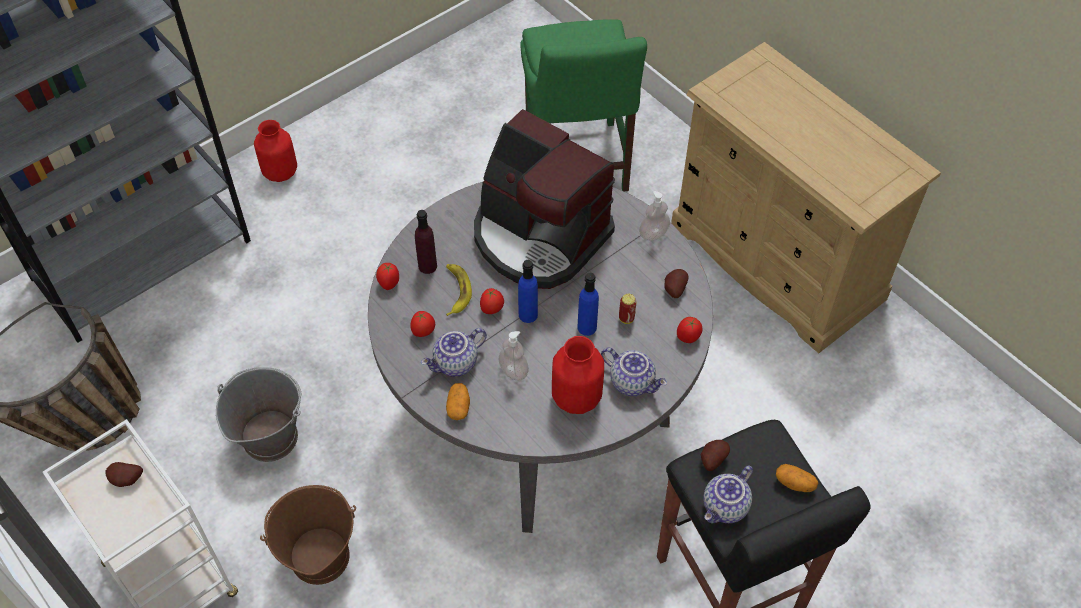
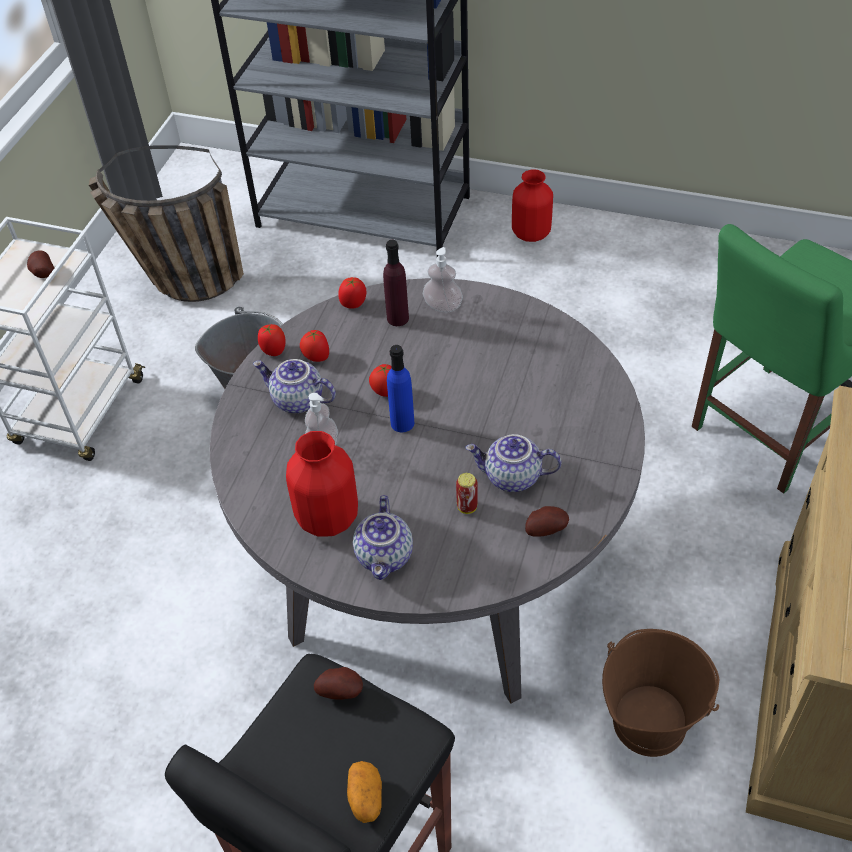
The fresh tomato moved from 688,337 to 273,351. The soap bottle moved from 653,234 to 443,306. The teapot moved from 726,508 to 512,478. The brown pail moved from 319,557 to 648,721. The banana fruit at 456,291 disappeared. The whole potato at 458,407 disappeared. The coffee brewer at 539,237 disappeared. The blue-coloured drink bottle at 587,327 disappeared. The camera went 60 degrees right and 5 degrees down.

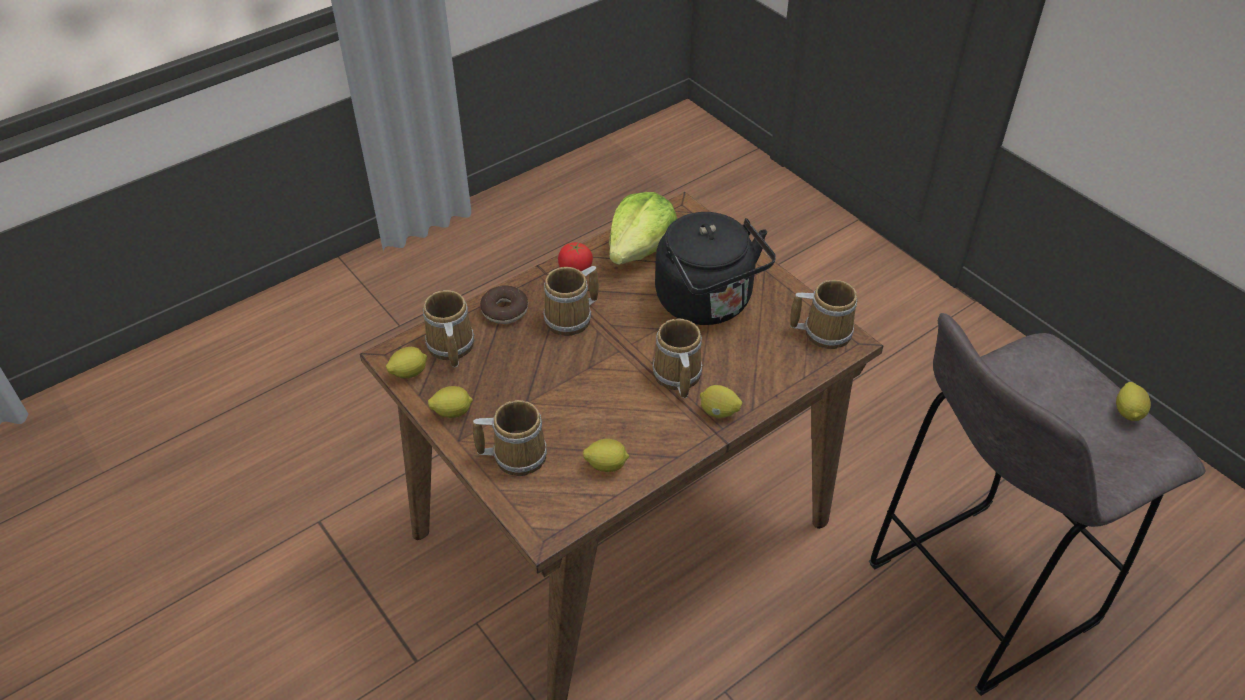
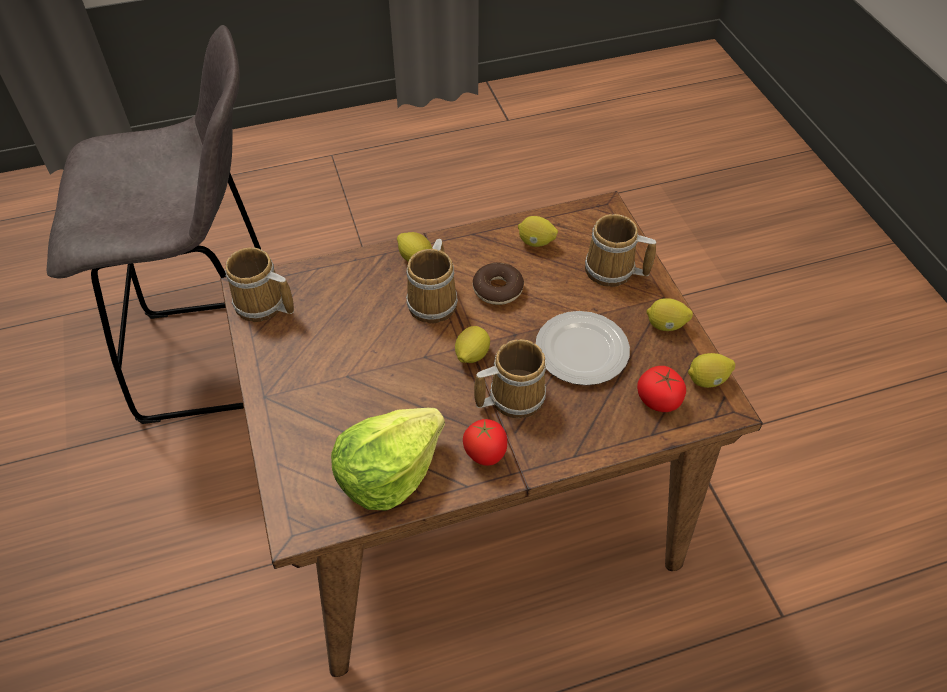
The lemon moved from 1128,412 to 471,355. The donut moved from 504,310 to 497,289. The flat dish at 582,350 appeared. The coffee mug at 449,346 was replaced by the fresh tomato at 658,400. The blackish kettle at 708,303 disappeared. The camera went 160 degrees left and 5 degrees up.

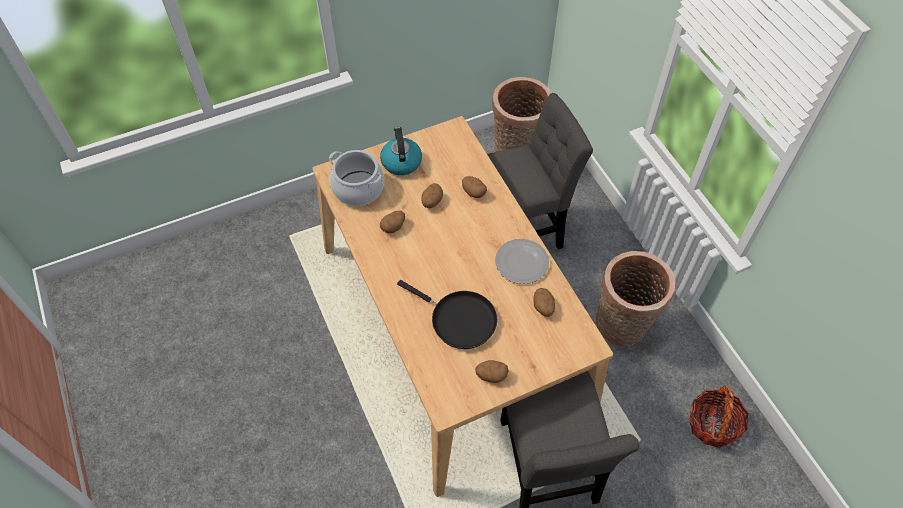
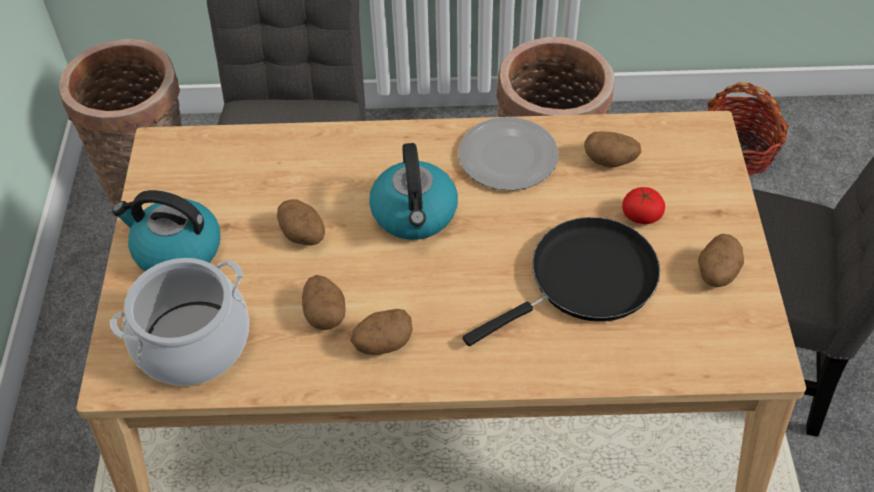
The whole potato moved from 473,192 to 382,343. The kettle at 415,214 appeared. The fresh tomato at 641,215 appeared. The camera went 65 degrees left and 5 degrees down.

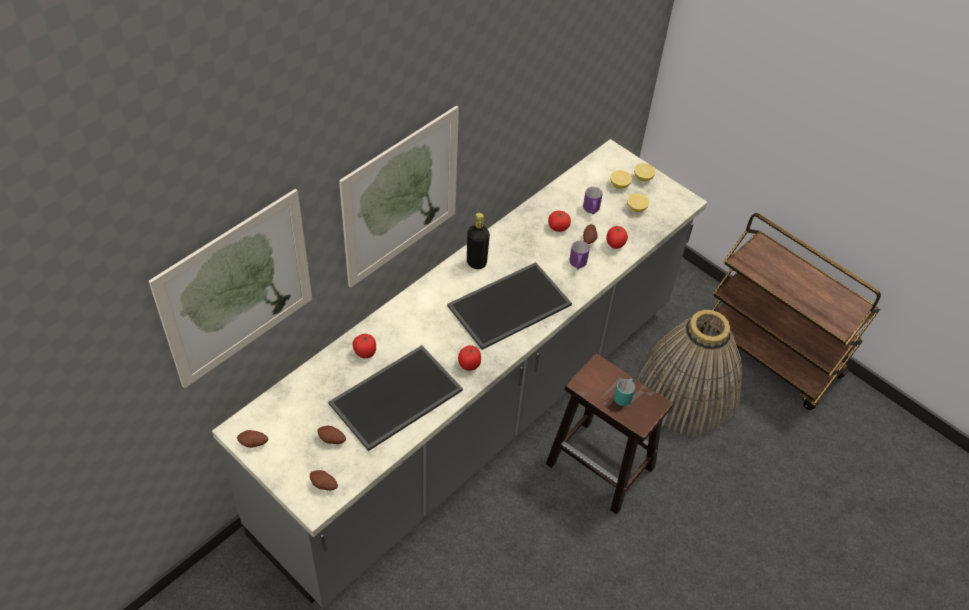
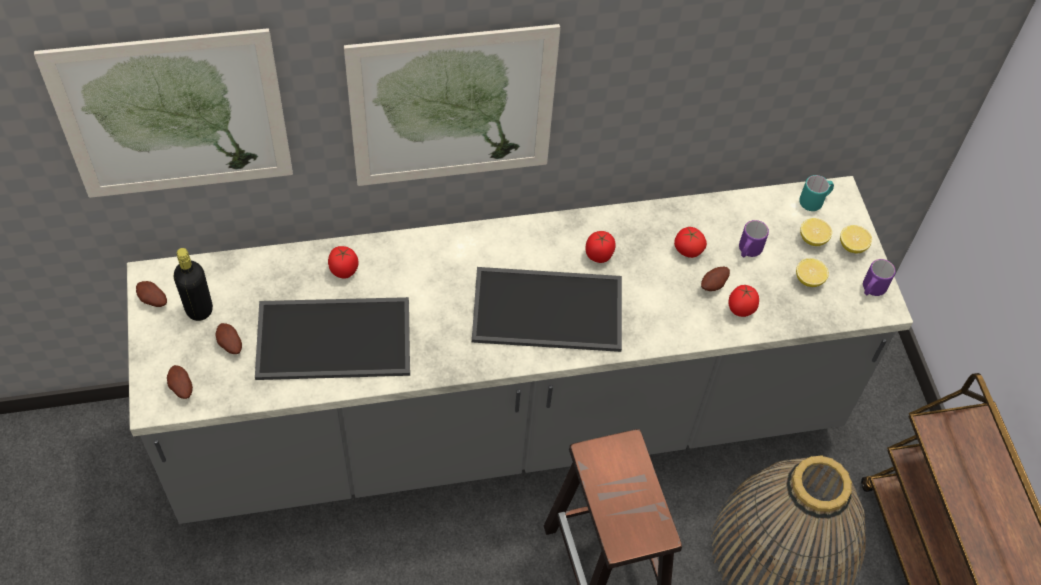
The blackish drink bottle moved from 476,262 to 199,309. The fresh tomato moved from 469,364 to 599,255. The turquoise coffee mug moved from 624,396 to 814,201. The purple-coloured coffee mug moved from 577,264 to 871,290. The camera went 35 degrees right and 5 degrees up.

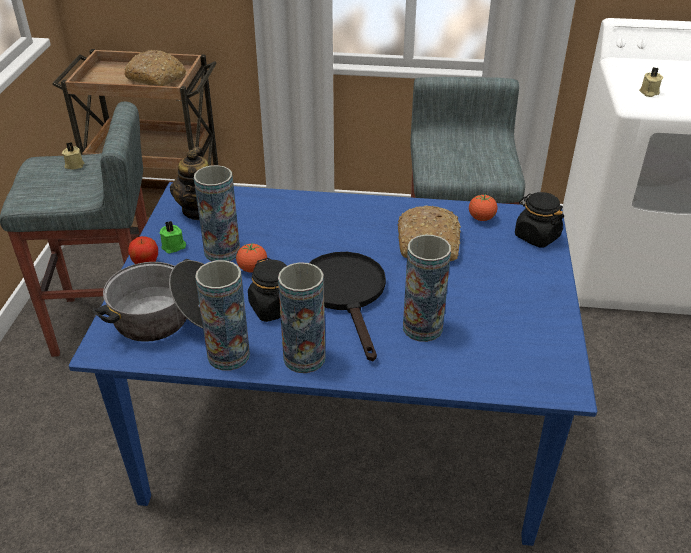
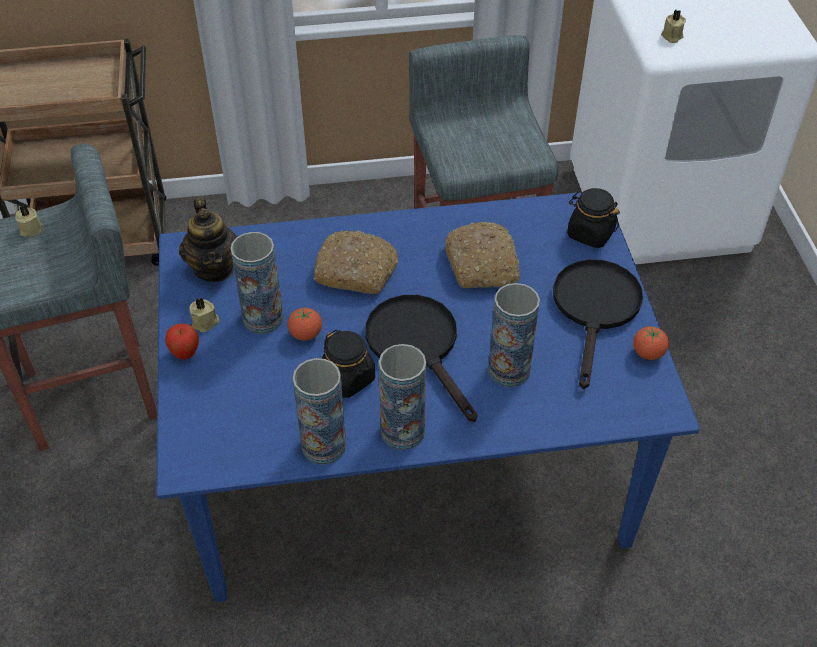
The greenish wax light at 174,247 became the sand-coloured wax light at 205,322. The bakery bread moved from 156,77 to 357,270. The blackish skillet at 595,310 appeared. The fresh tomato moved from 481,218 to 648,353. The saucepot at 171,319 disappeared. The camera went 15 degrees left and 10 degrees up.

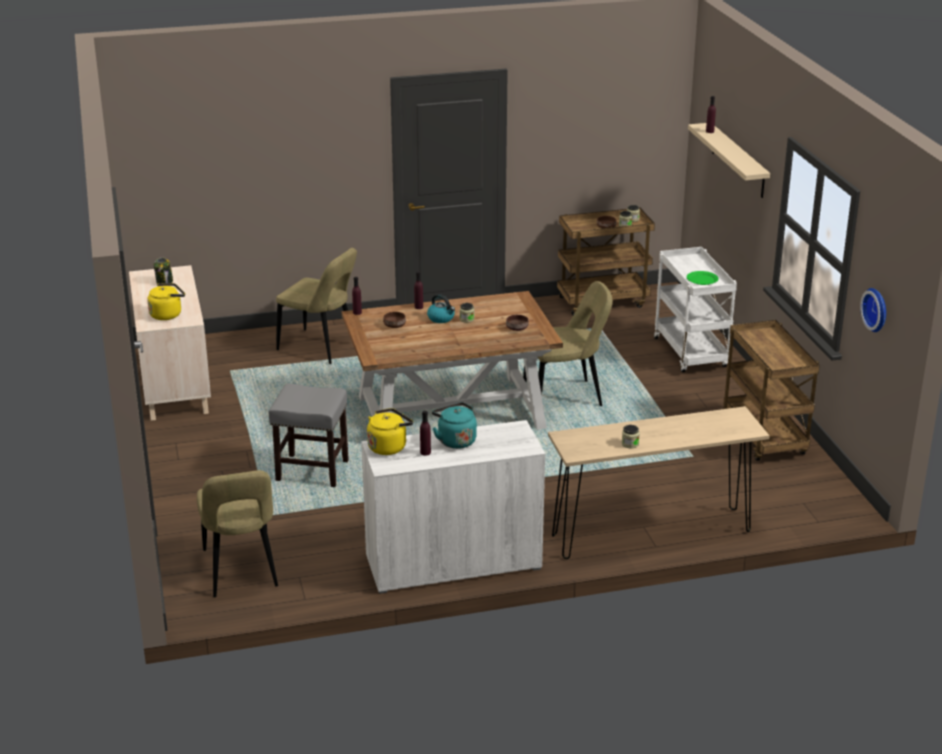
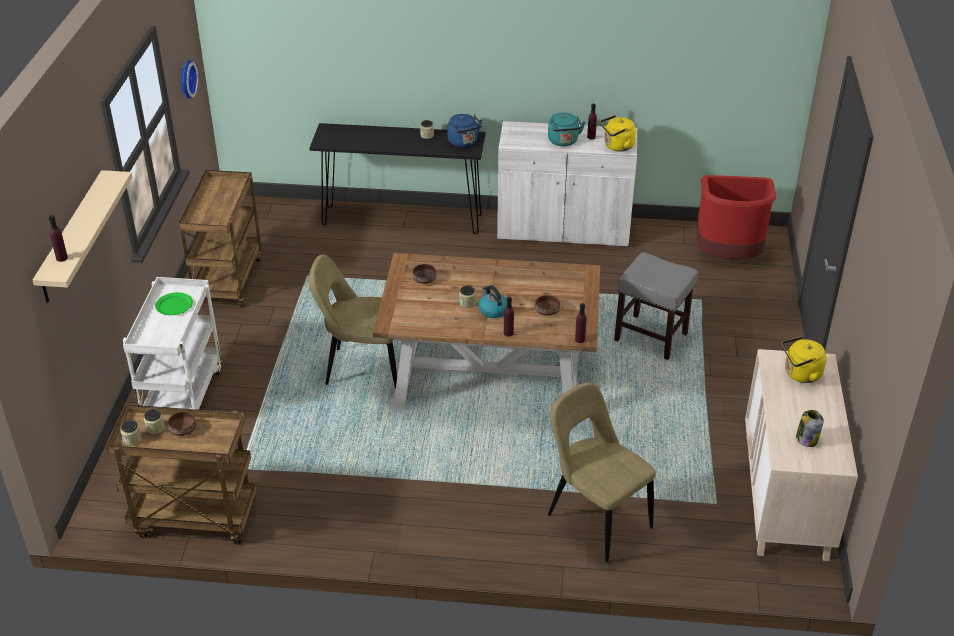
The sand-coloured console table at 651,534 became the blackish console table at 401,220. The blue-coloured kettle at 464,142 appeared. The sand-coloured plain chair at 241,571 was replaced by the red-coloured trash can at 728,256. The camera went 160 degrees left and 10 degrees up.

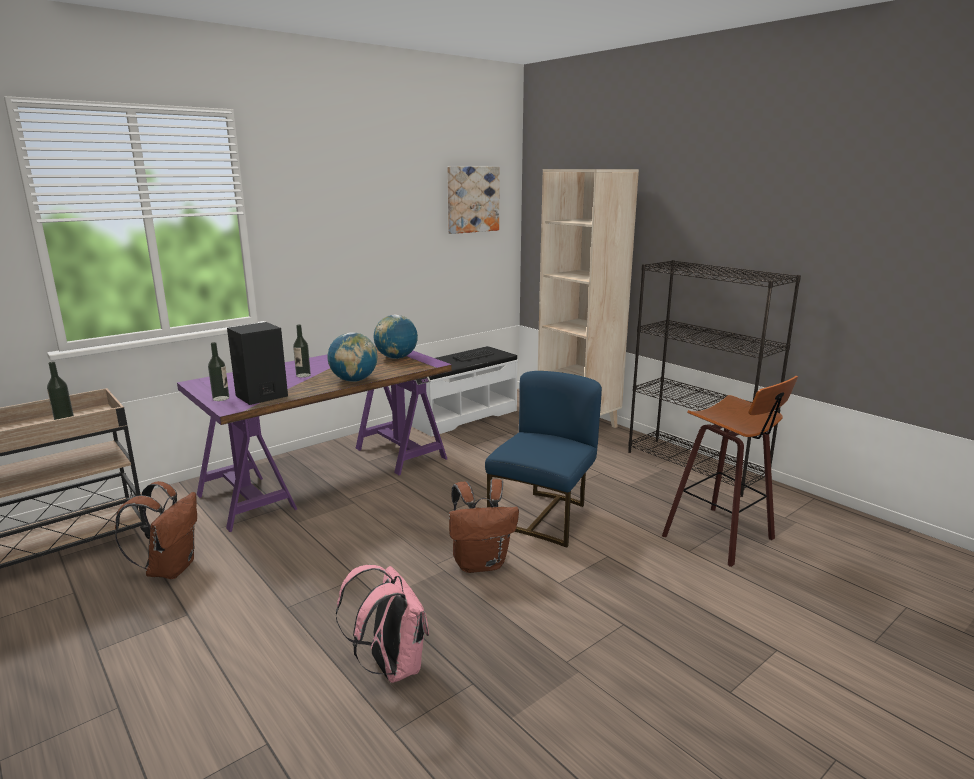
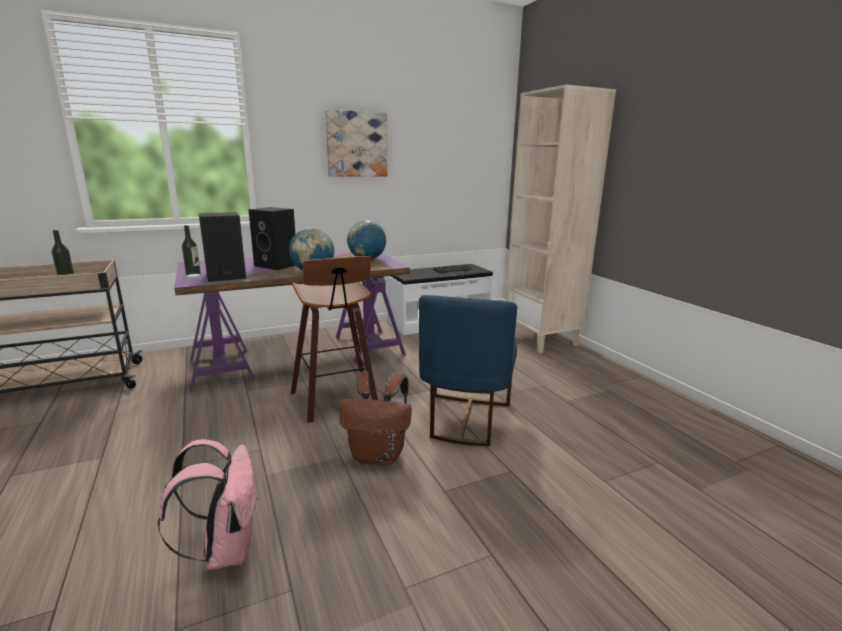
The drink bottle at 303,375 was replaced by the blackish speaker at 277,265. The stool seat moved from 723,537 to 337,401. The picture moved from 472,199 to 356,144. The blue-coloured plain chair at 543,516 turned 150 degrees clockwise. The brown backpack at 170,568 disappeared. The blackish bookshelf at 696,466 disappeared. The camera went 15 degrees right and 0 degrees up.

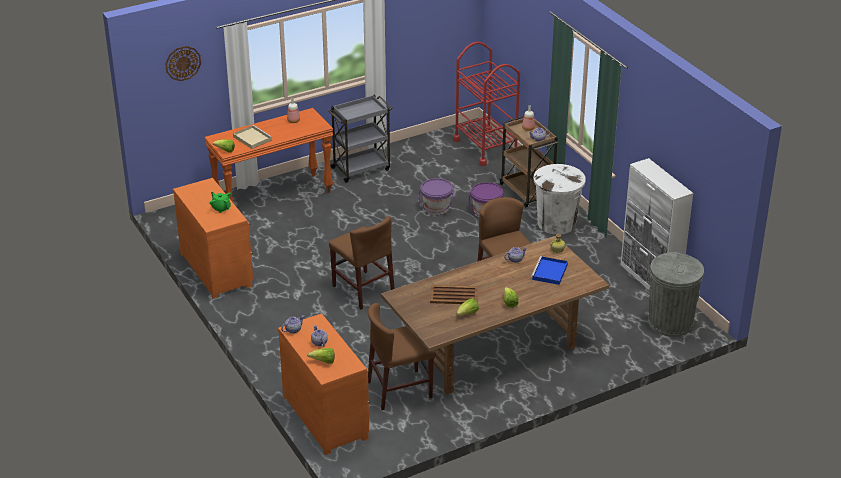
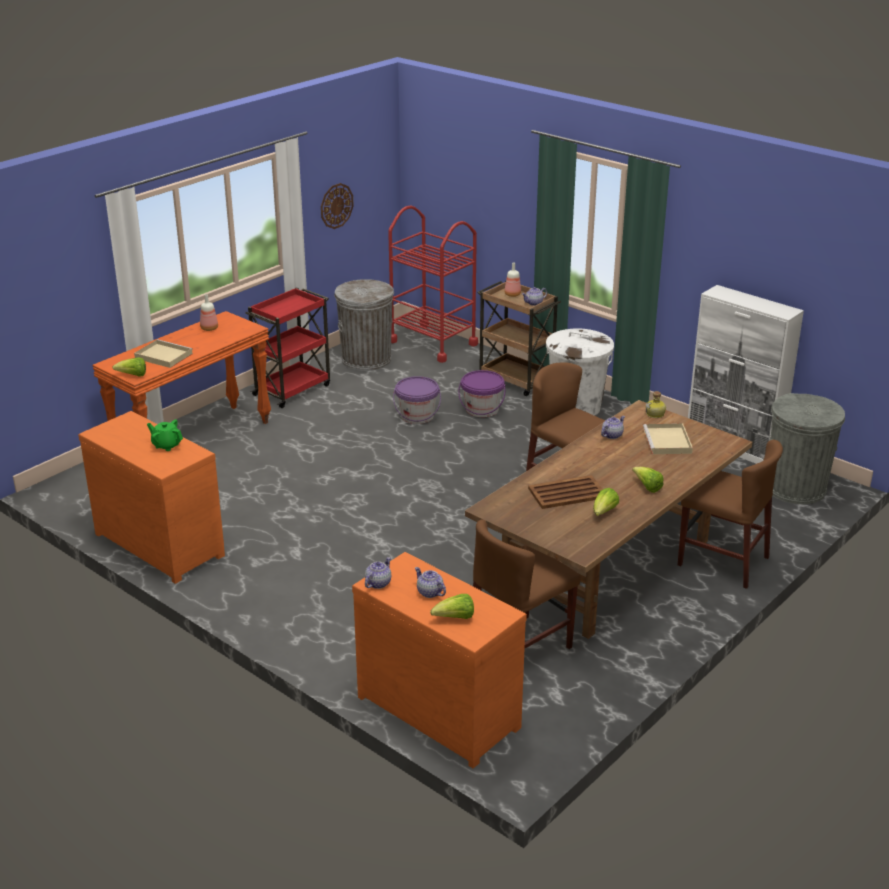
The gray cart at 361,168 became the red-coloured cart at 293,389. The clock on the wall moved from 183,63 to 336,206. The gray trash can at 366,359 appeared. The blue-coloured carrying tray at 549,272 became the sand-coloured carrying tray at 668,442. The brown plain chair moved from 363,290 to 723,561. The camera went 20 degrees left and 5 degrees down.

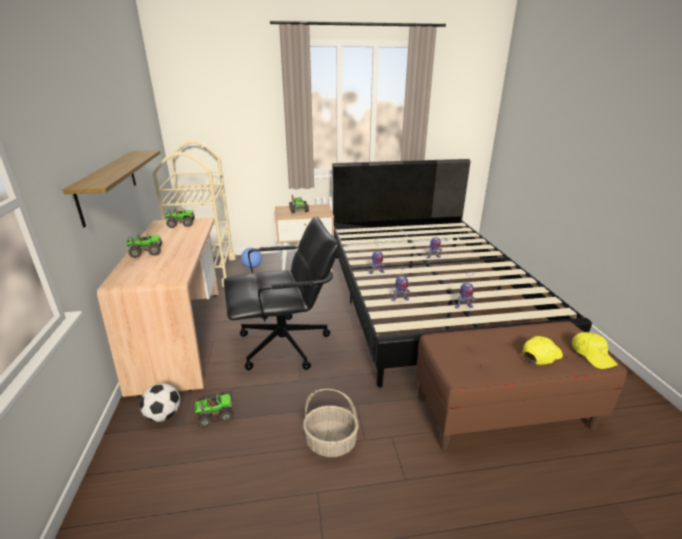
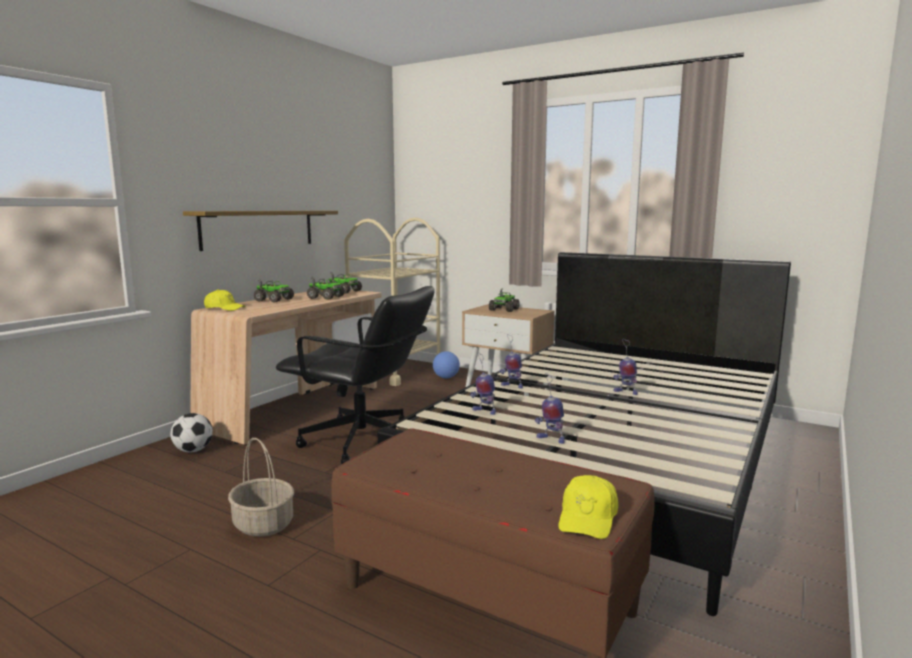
The yellowish peaked cap moved from 541,355 to 224,308. The toy lorry moved from 214,414 to 325,297. The camera went 40 degrees right and 15 degrees down.

